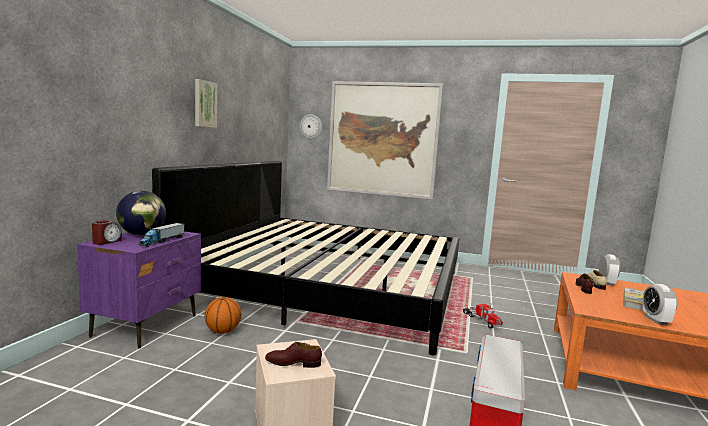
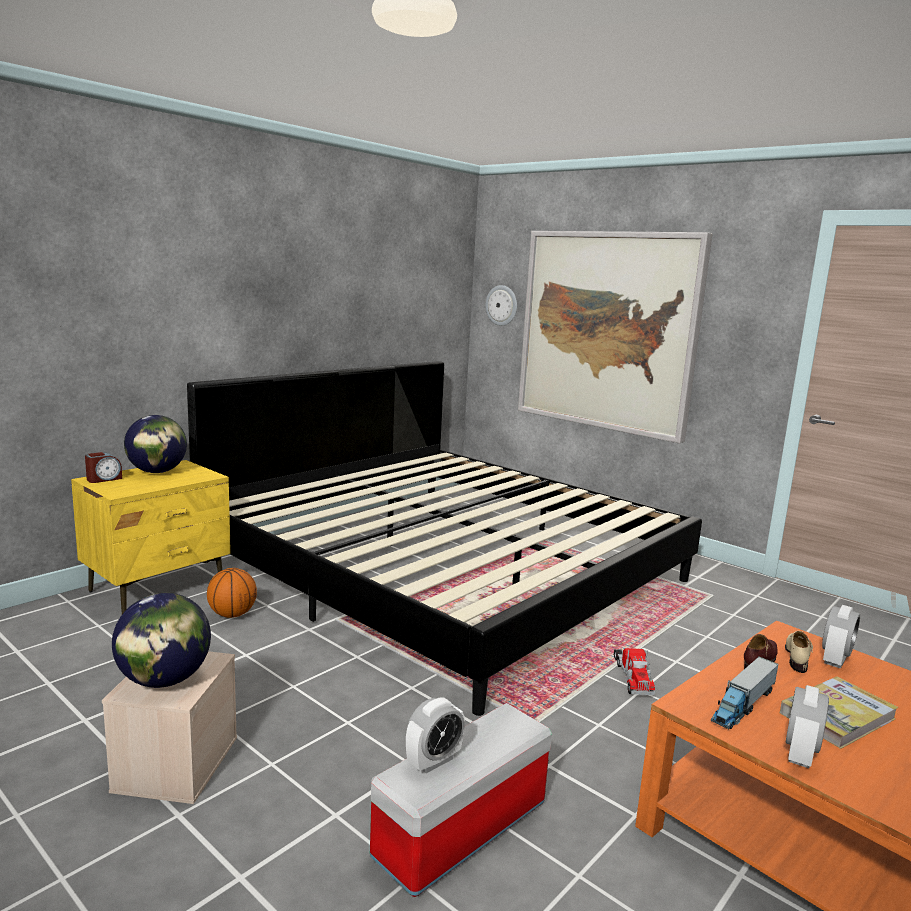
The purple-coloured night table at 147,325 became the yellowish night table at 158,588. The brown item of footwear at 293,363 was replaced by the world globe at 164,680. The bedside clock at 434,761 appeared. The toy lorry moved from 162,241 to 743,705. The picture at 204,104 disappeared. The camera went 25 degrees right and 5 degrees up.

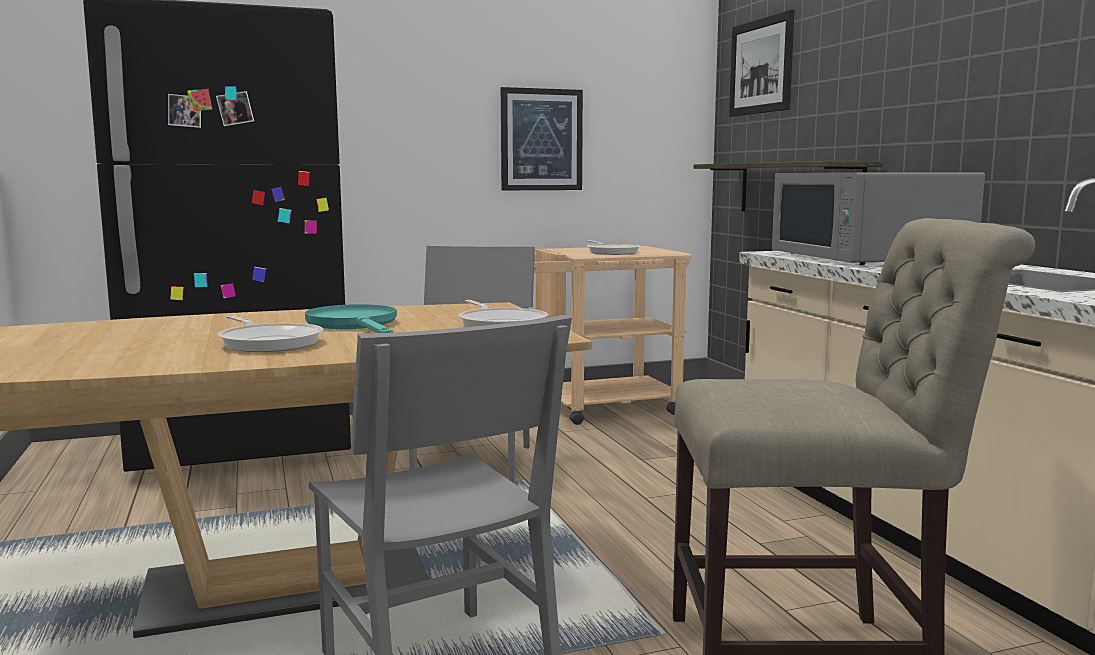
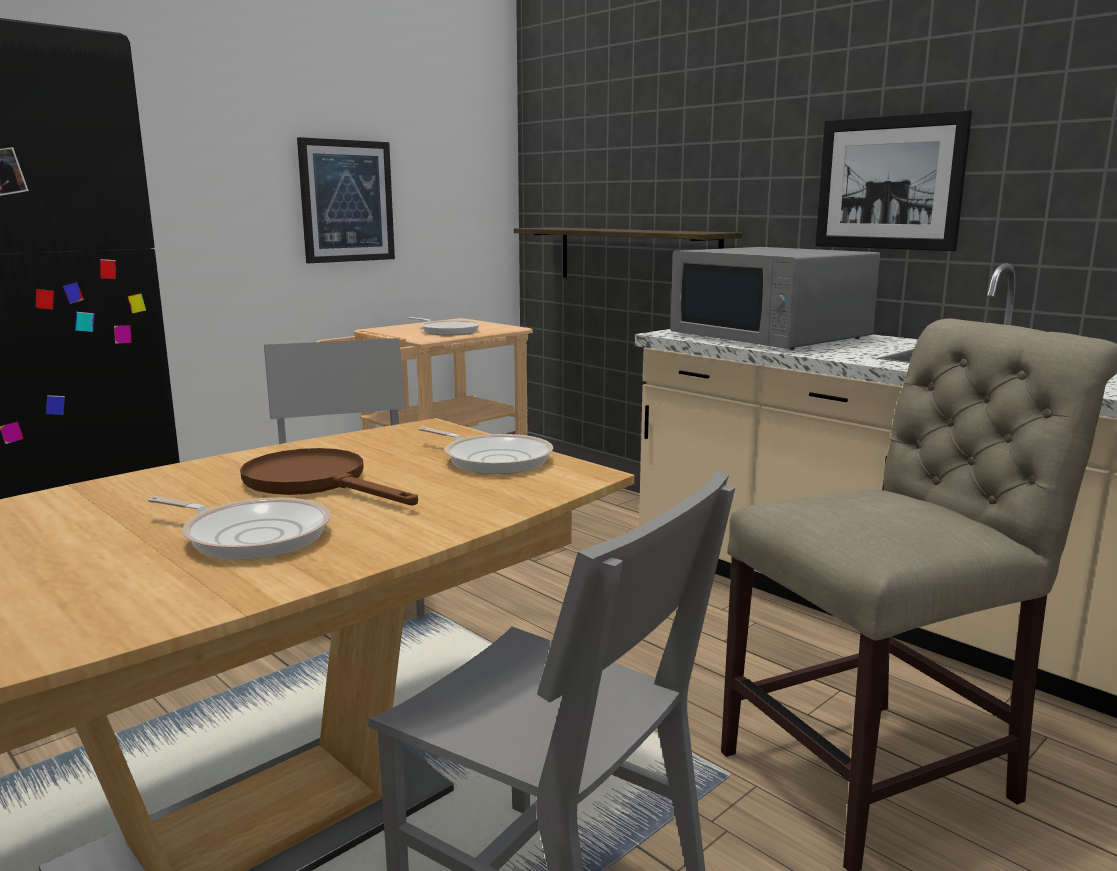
The turquoise skillet at 356,325 became the brown skillet at 317,483. The picture moved from 761,66 to 888,183. The camera went 25 degrees left and 5 degrees up.

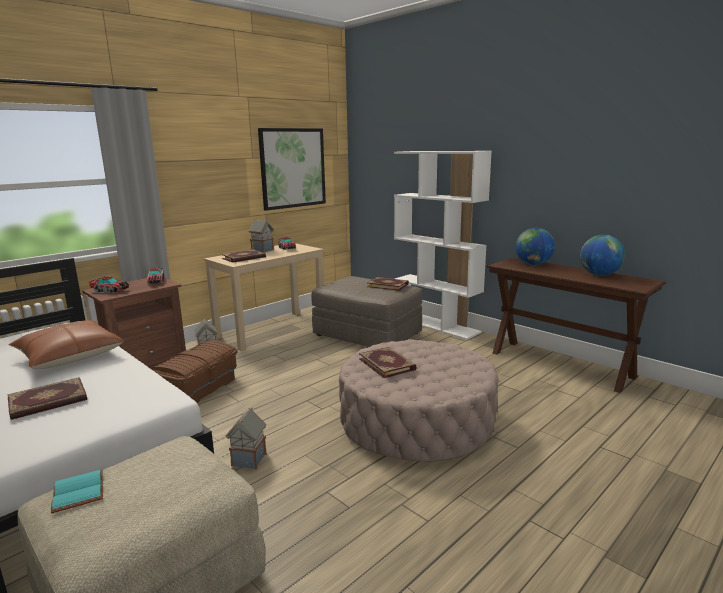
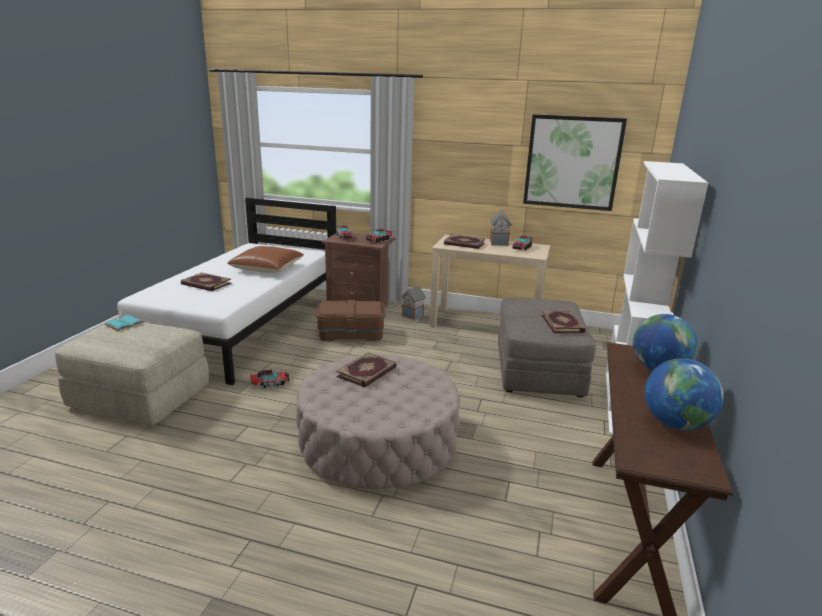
The miniature house at 249,460 was replaced by the toy lorry at 270,384. The camera went 60 degrees right and 5 degrees up.

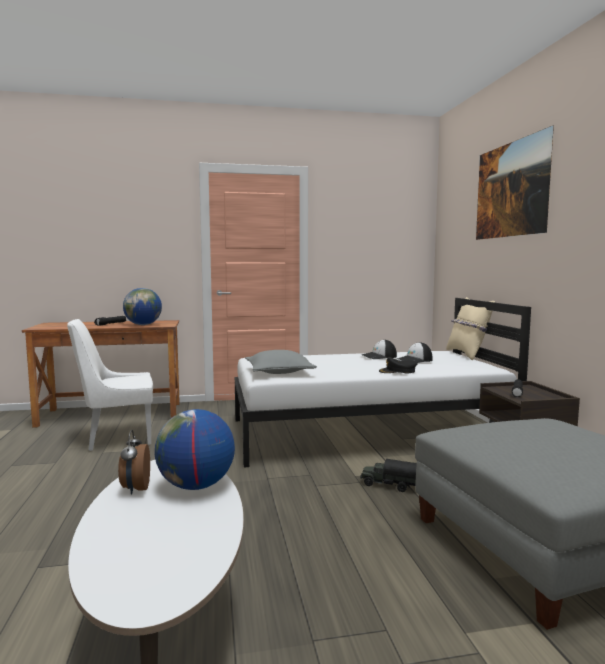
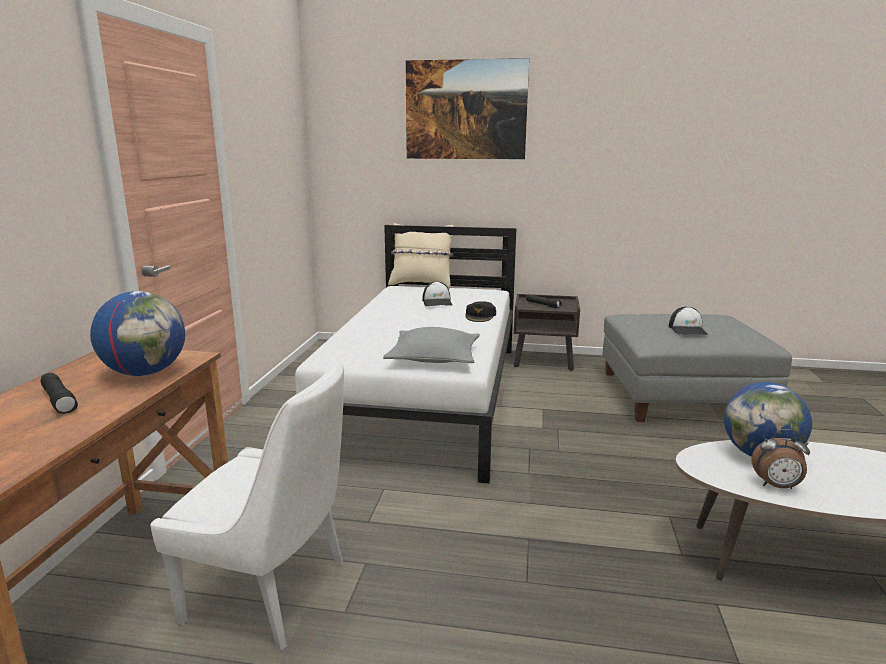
The white plain chair at 117,437 turned 75 degrees counterclockwise. The peaked cap moved from 379,356 to 688,330. The toy lorry at 389,485 disappeared. The camera went 70 degrees left and 10 degrees up.

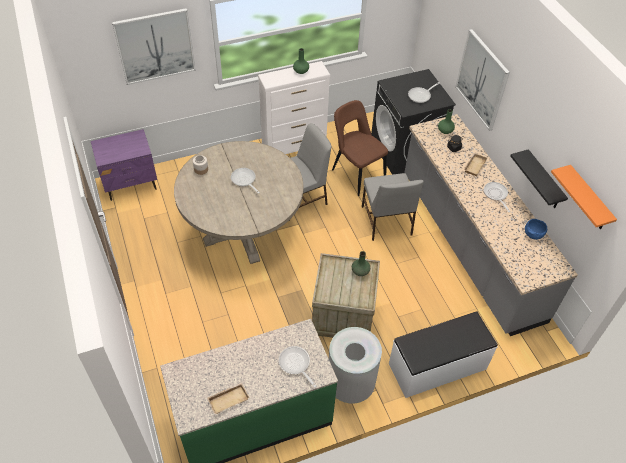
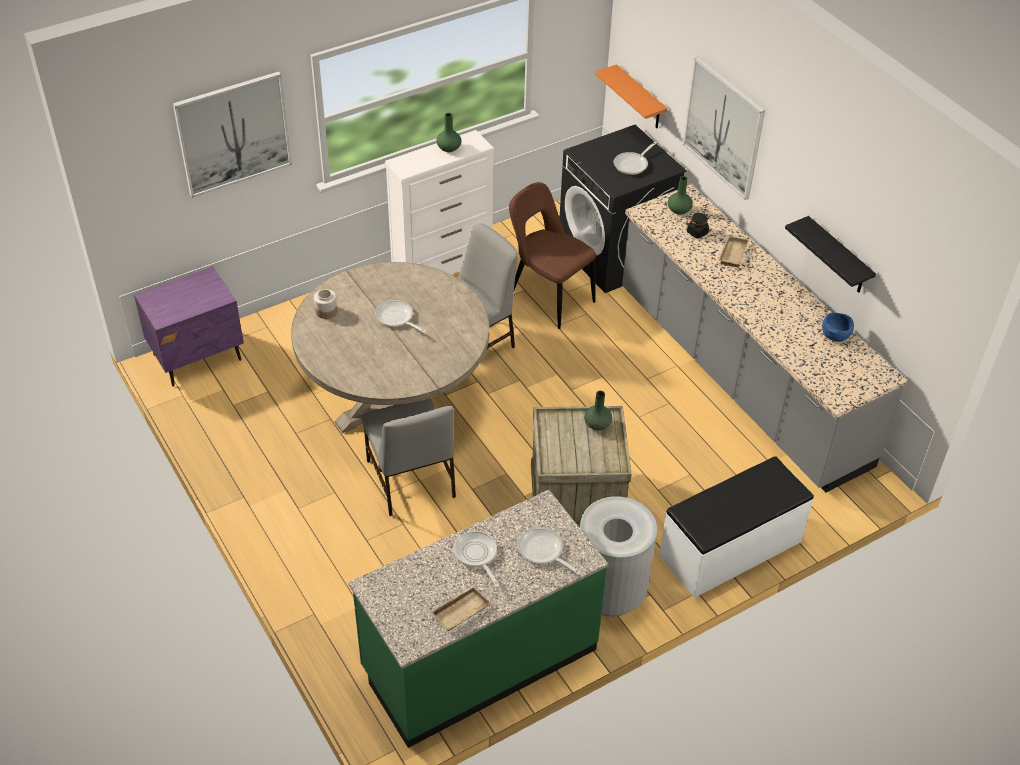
The gray plain chair moved from 386,221 to 410,480. The skillet moved from 495,195 to 477,555. The orange-coloured bracket shelf moved from 588,200 to 640,98. The camera went 10 degrees left and 5 degrees down.

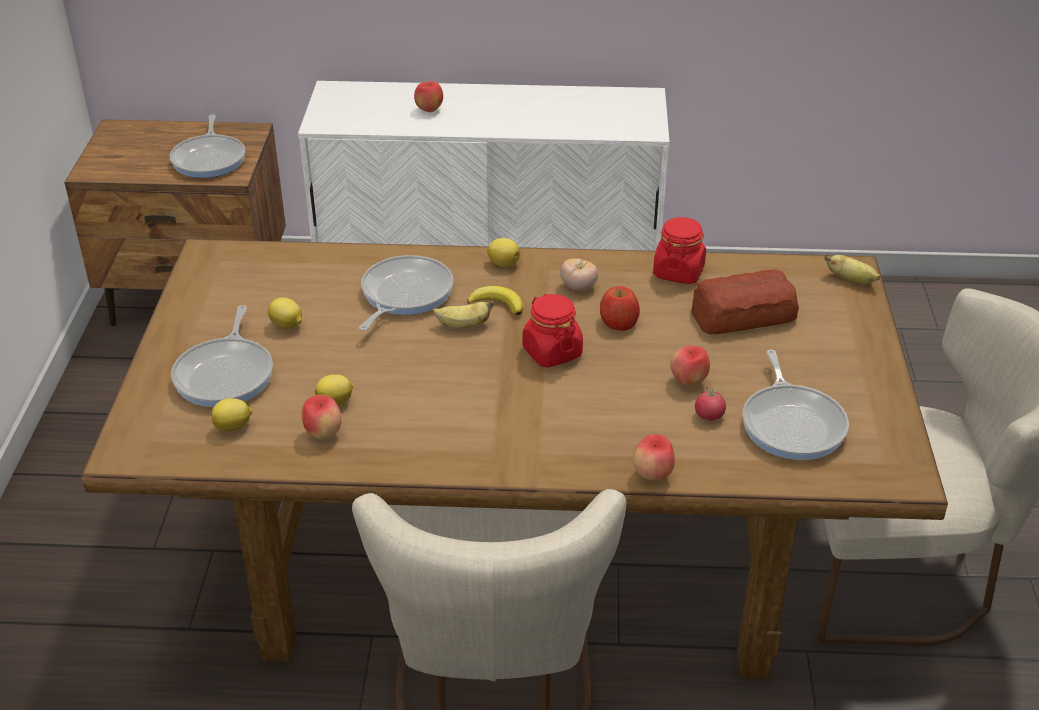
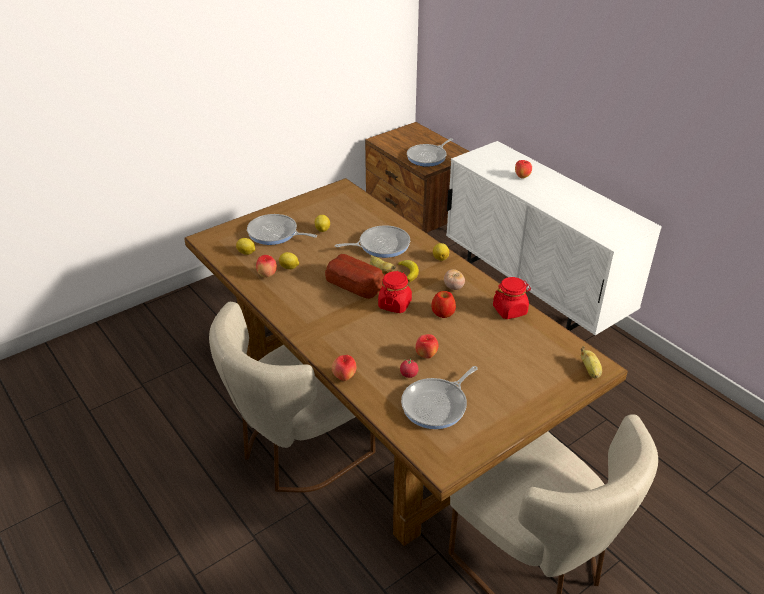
The skillet at 226,374 turned 60 degrees clockwise. The bakery bread moved from 745,315 to 355,283. The camera went 50 degrees right and 0 degrees up.

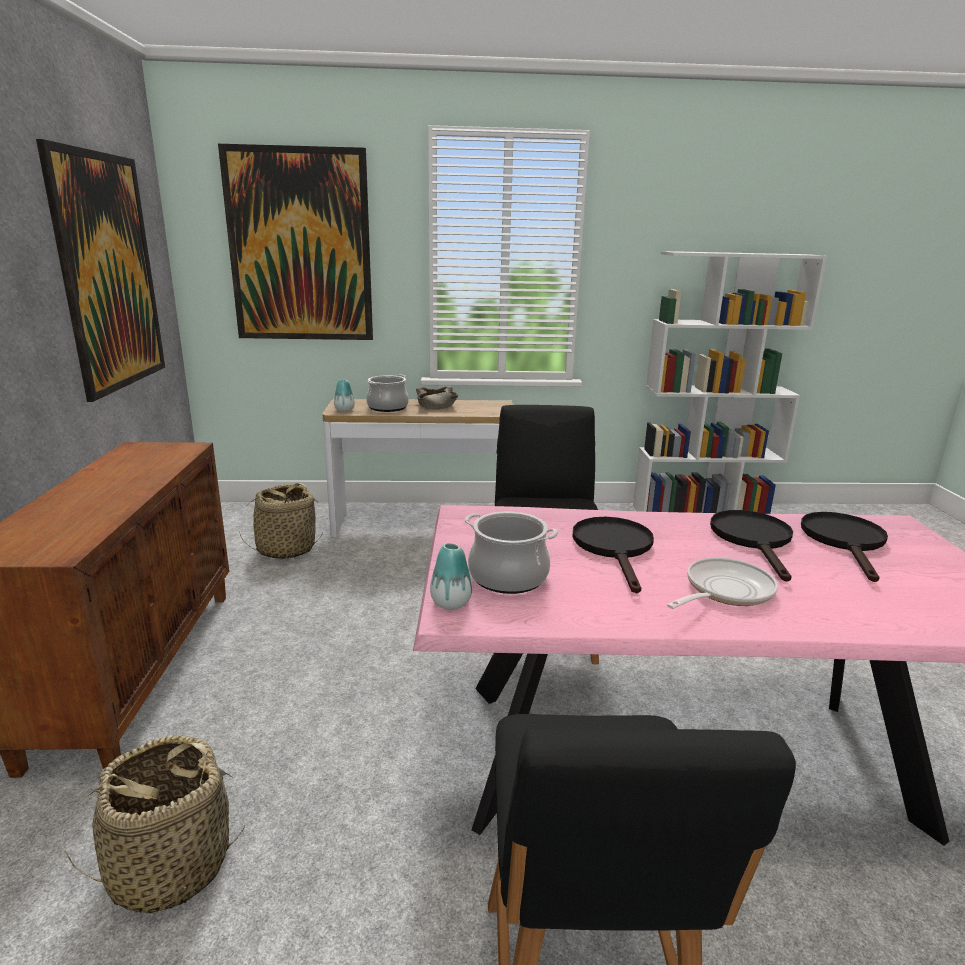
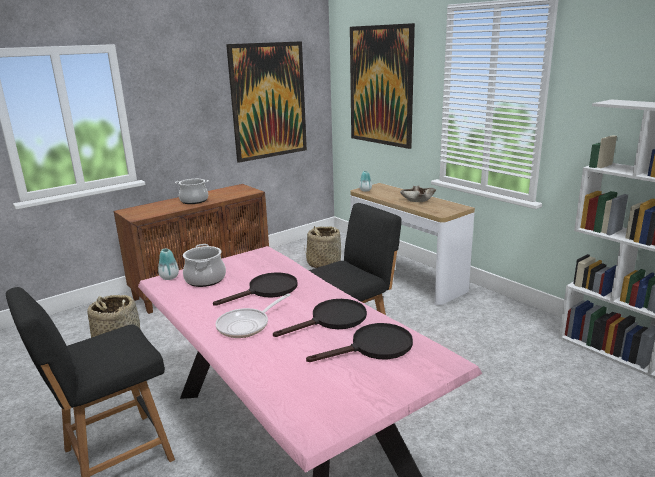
The saucepot moved from 387,407 to 194,200. The skillet at 724,591 turned 120 degrees clockwise. The camera went 55 degrees right and 0 degrees up.

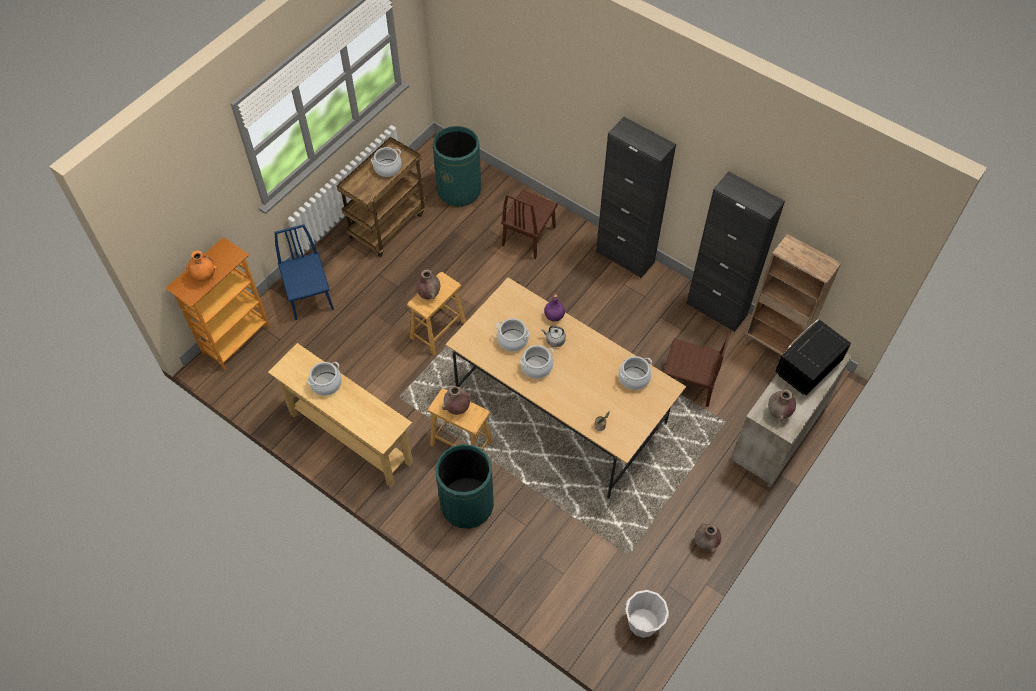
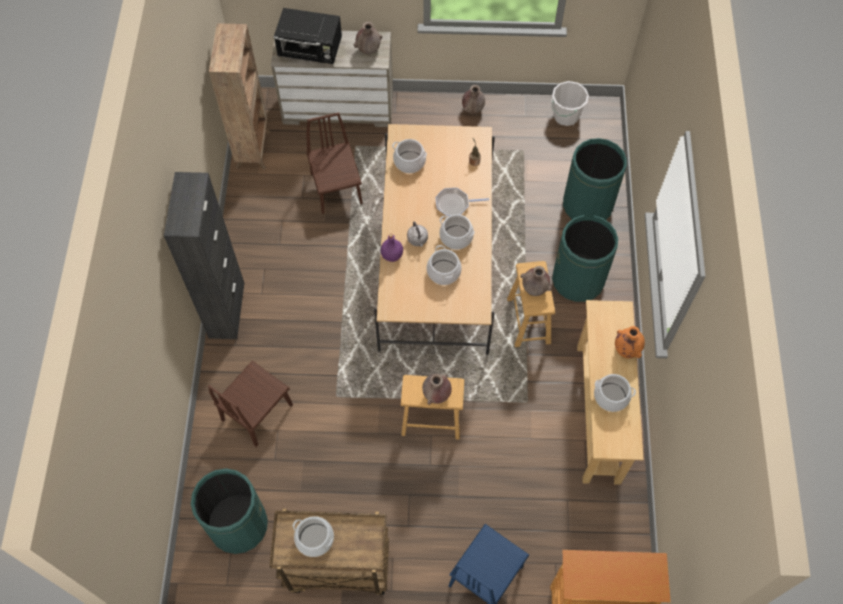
The brown plain chair at 528,236 turned 135 degrees clockwise. The skillet at 454,204 appeared. The greenish trash can at 587,205 appeared. The orange-coloured decorative vase moved from 205,276 to 626,350. The blackish storage cabinet at 716,309 disappeared. The camera went 125 degrees left and 5 degrees up.

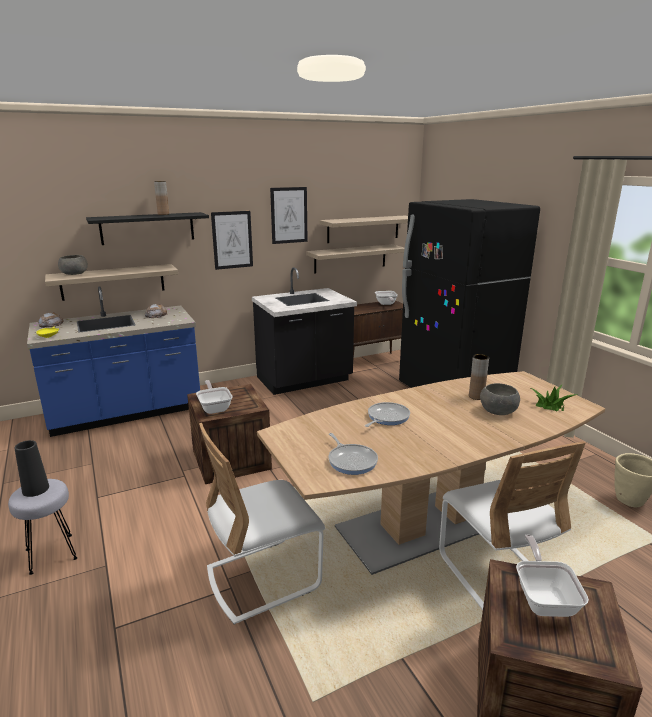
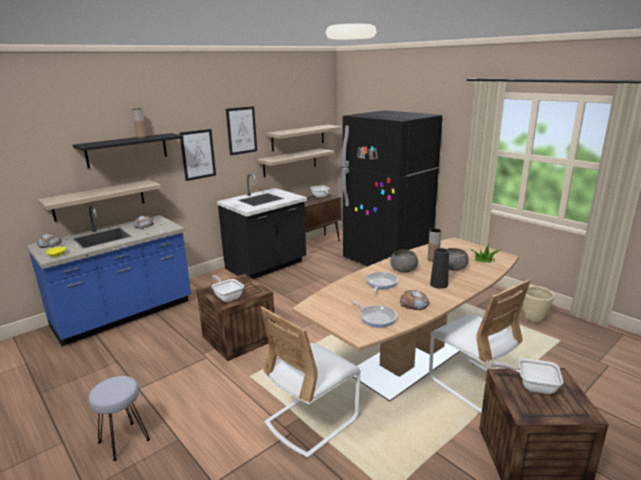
The gray serving bowl moved from 74,274 to 403,270. The bakery bread at 414,303 appeared. The blackish decorative vase moved from 35,489 to 439,284. The skillet at 544,598 turned 60 degrees counterclockwise. The camera went 15 degrees left and 0 degrees up.

